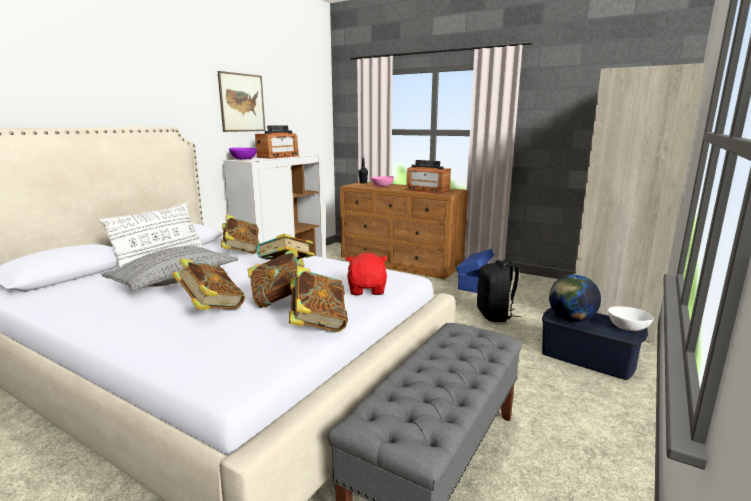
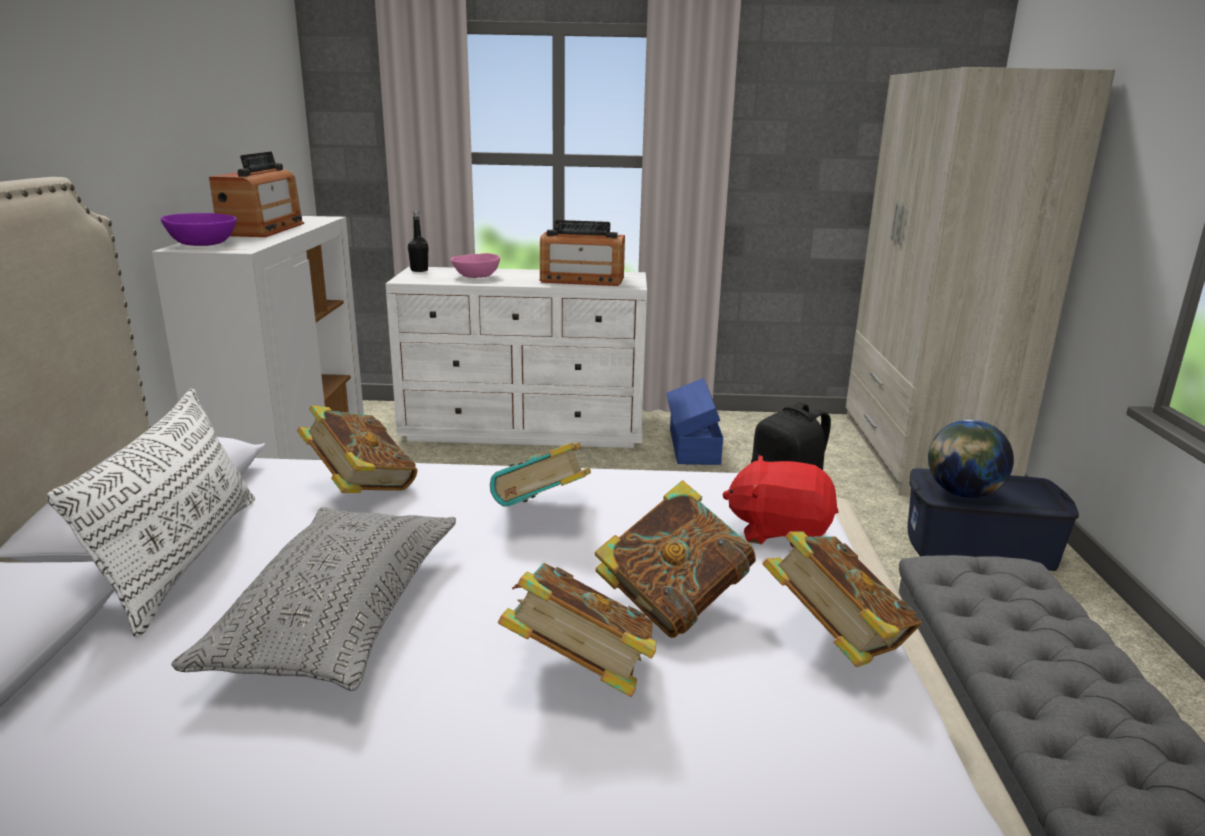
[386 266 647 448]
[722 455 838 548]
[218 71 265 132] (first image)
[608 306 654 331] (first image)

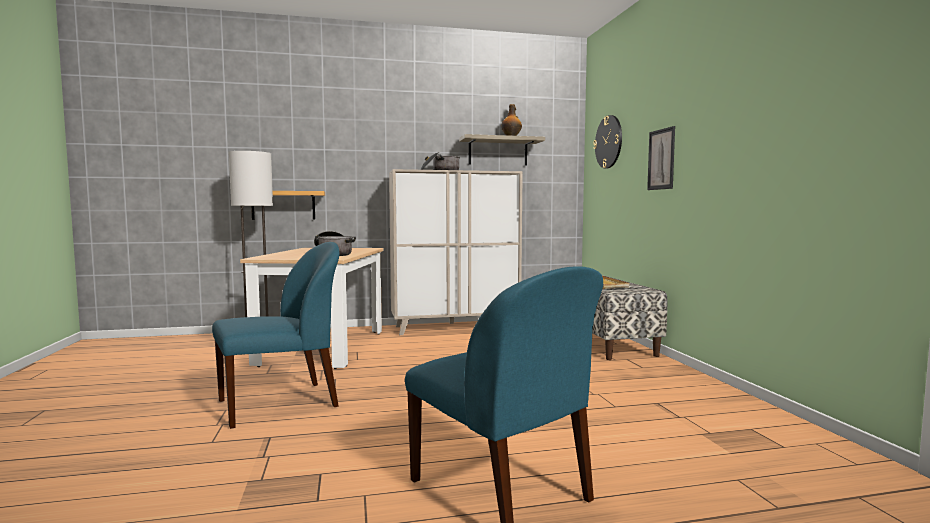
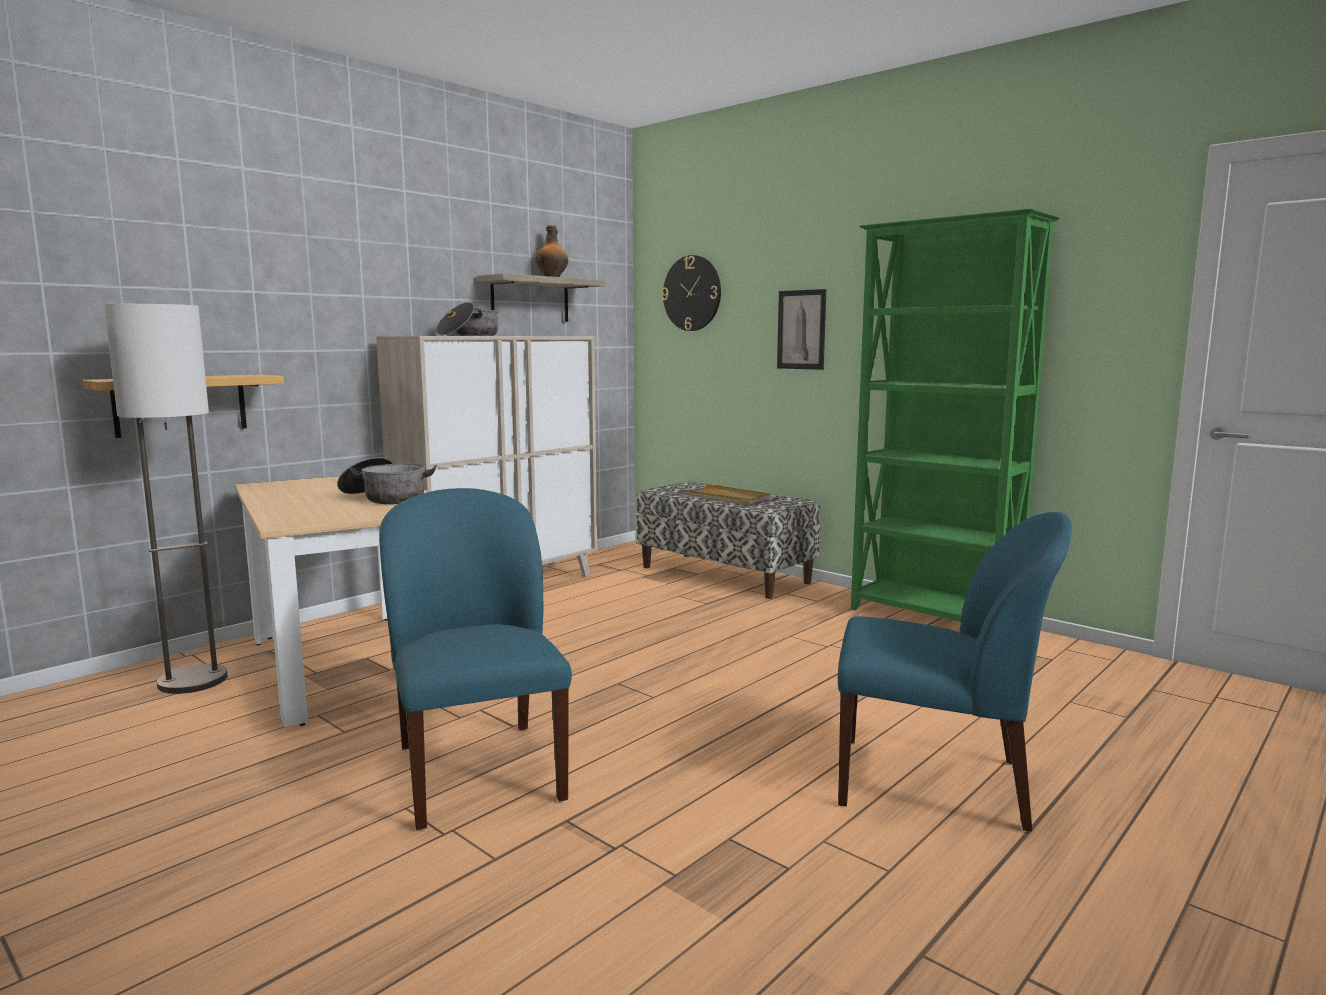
[379 488 572 830]
[851 208 1060 622]

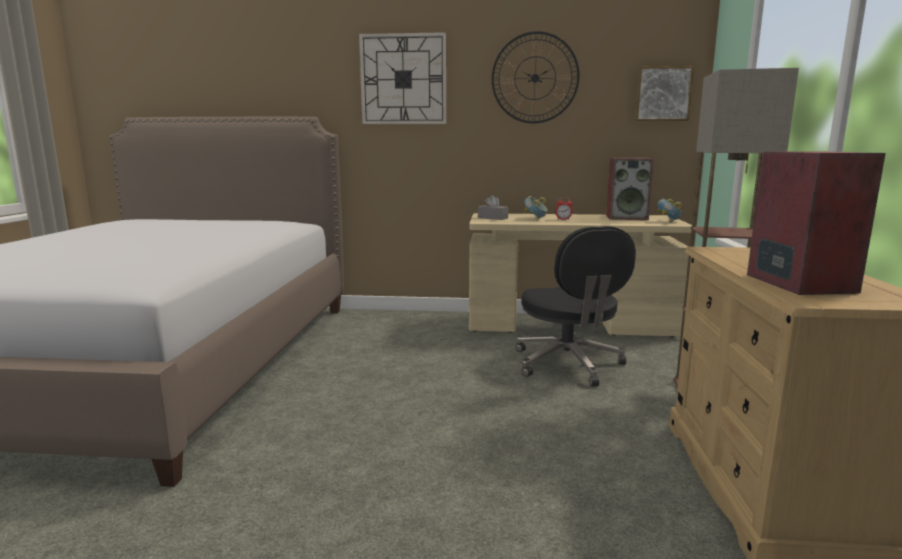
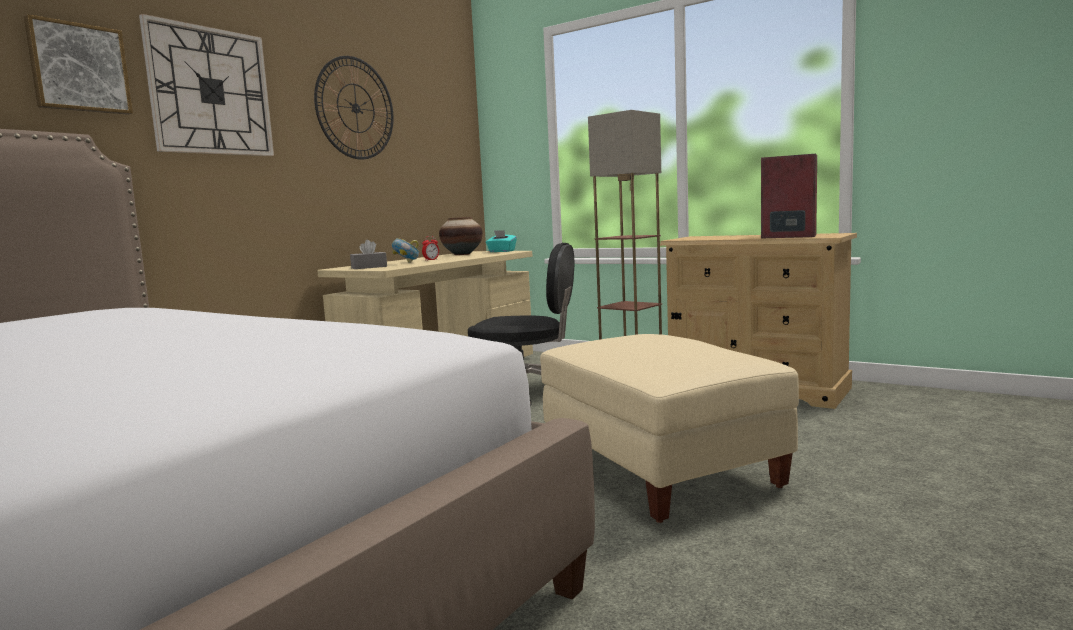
[24 14 133 115]
[439 217 483 255]
[486 230 517 252]
[540 334 799 523]

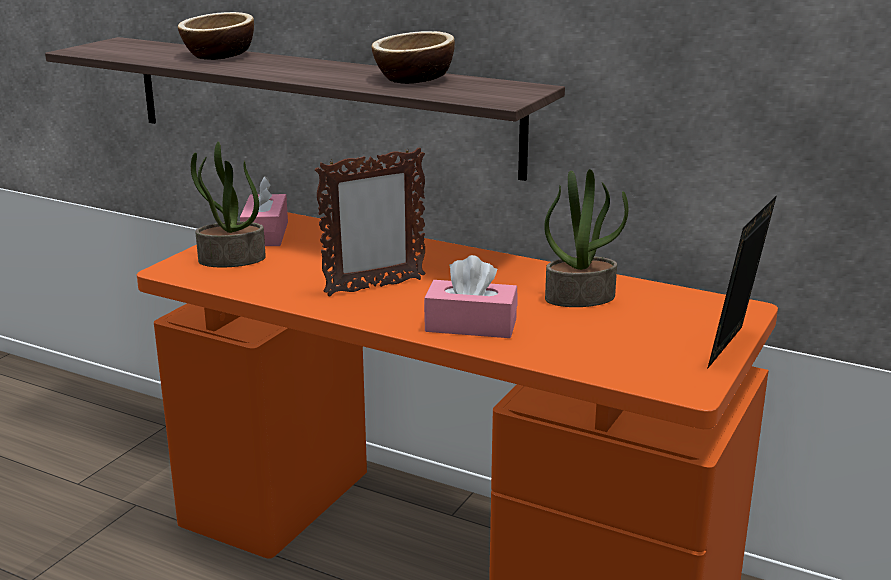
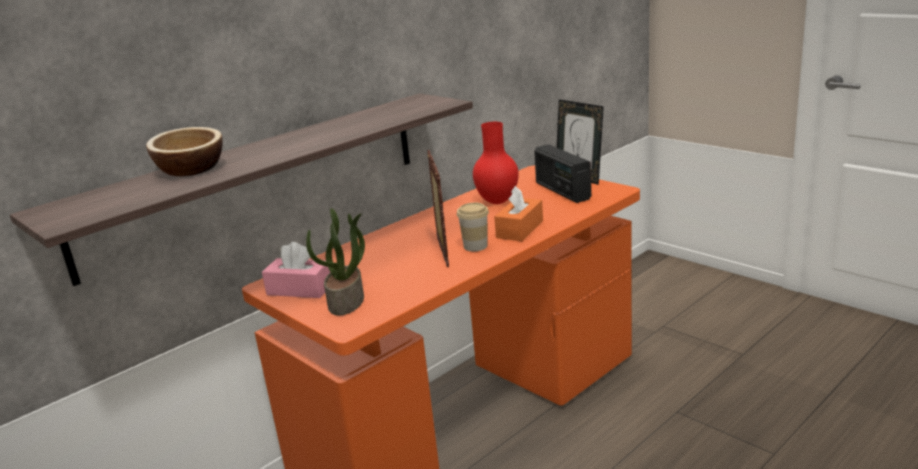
[457 203 489 251]
[473 122 519 204]
[494 186 543 241]
[534 144 591 203]
[371 31 455 84] (first image)

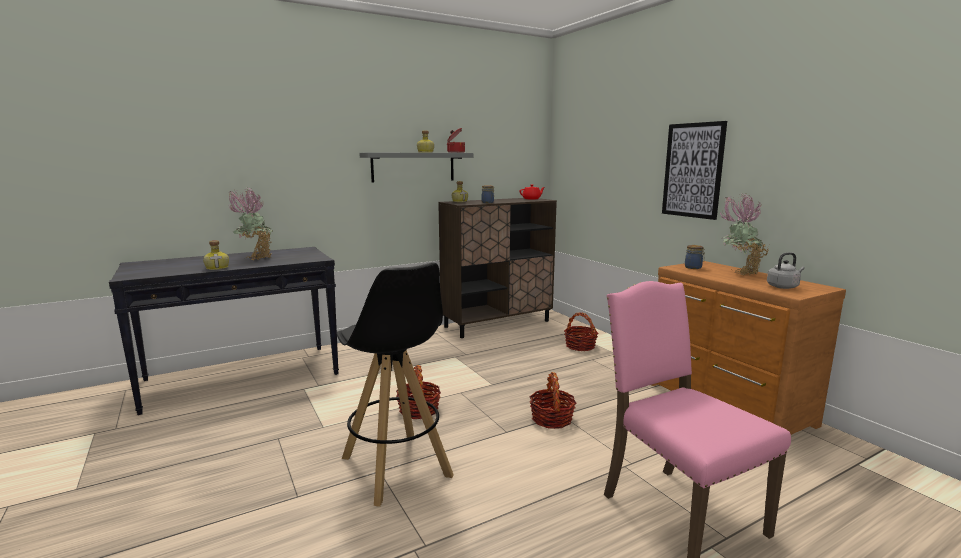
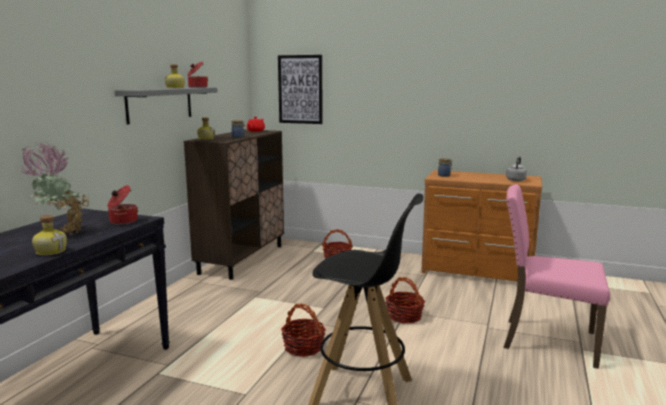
[107 185 138 225]
[278 55 323 124]
[720 194 768 276] (first image)

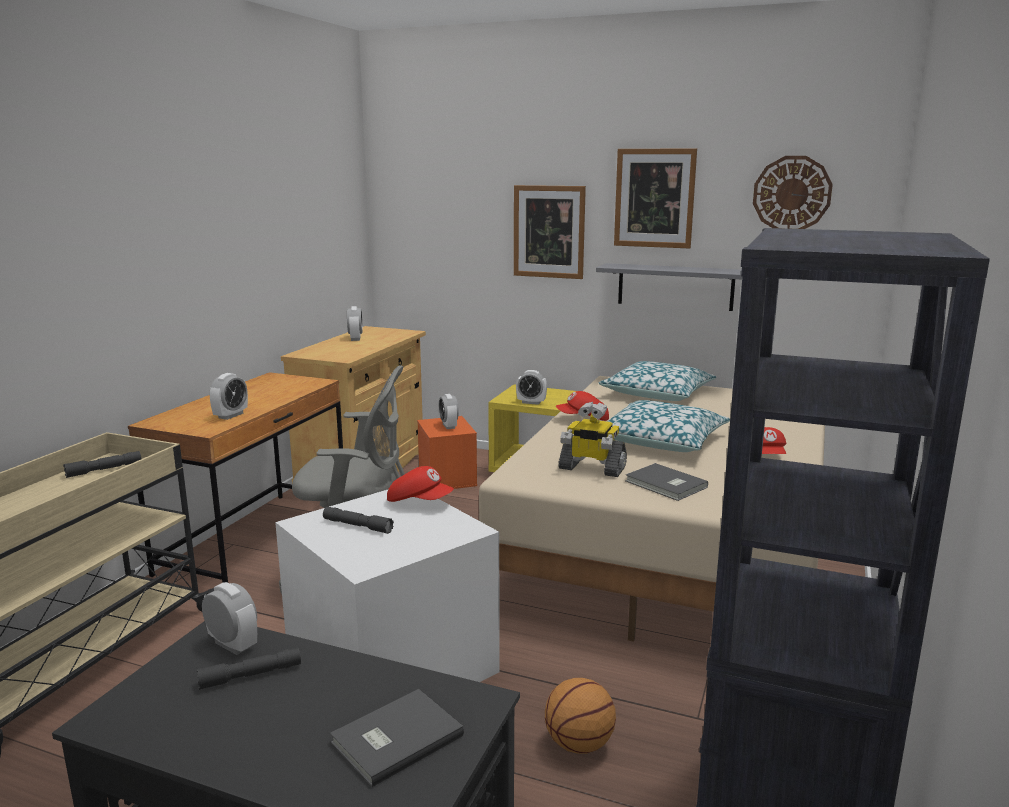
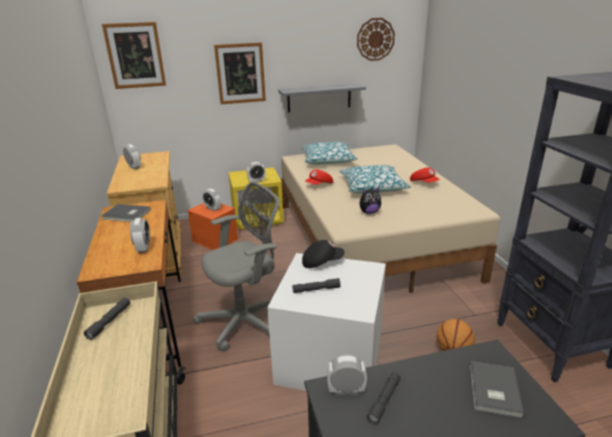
[101 204 151 222]
[102 22 166 89]
[302 240 345 268]
[360 187 381 214]

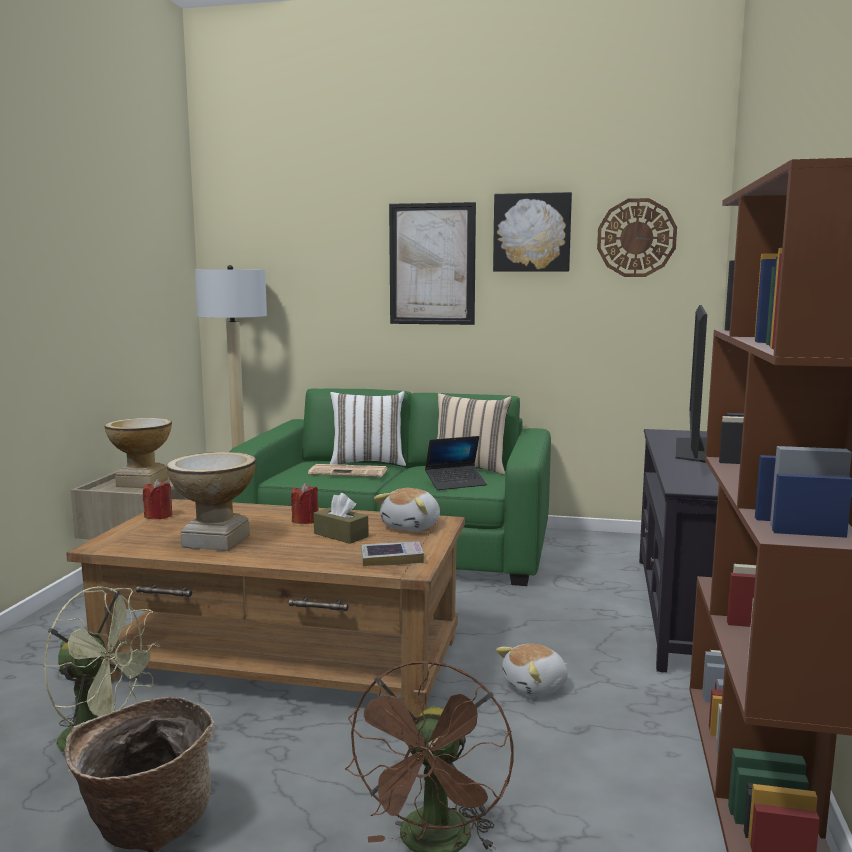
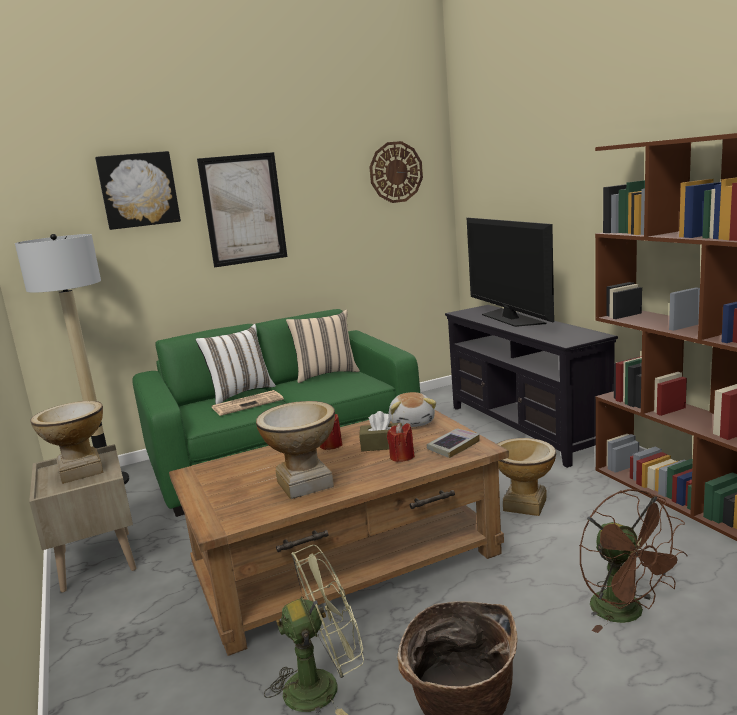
[95 151 181 230]
[387 423 415 462]
[497 438 556 516]
[425 436 487 490] (first image)

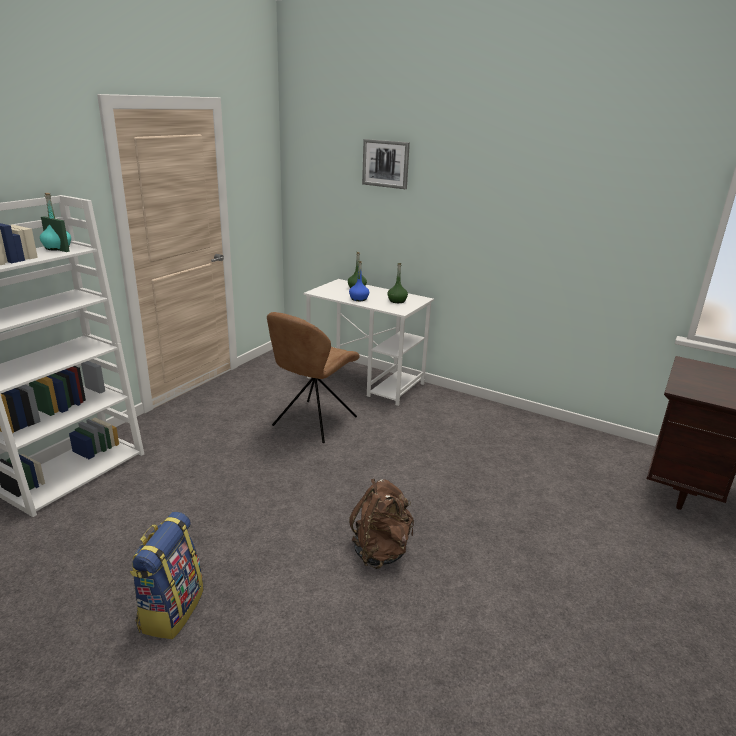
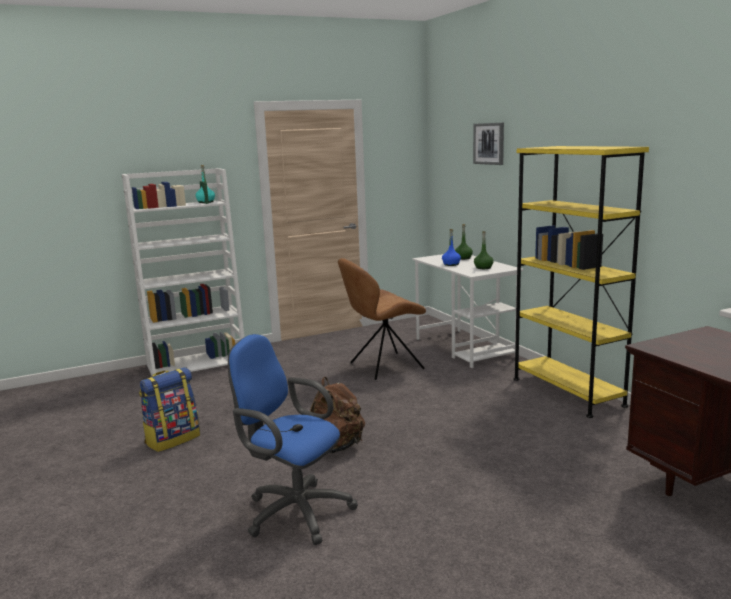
[228 334 358 545]
[513 146 649 418]

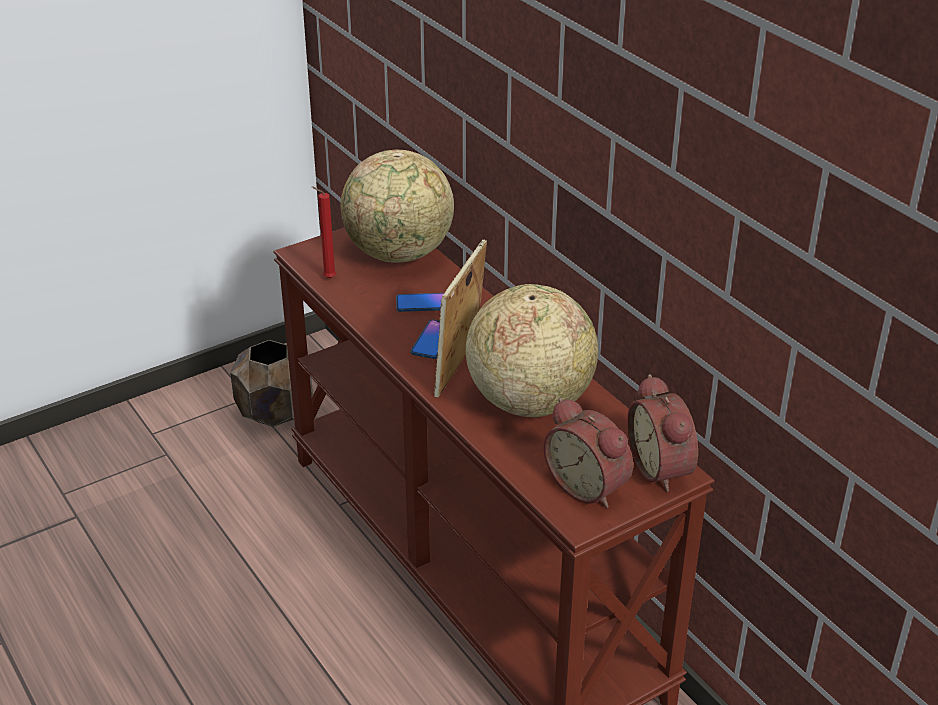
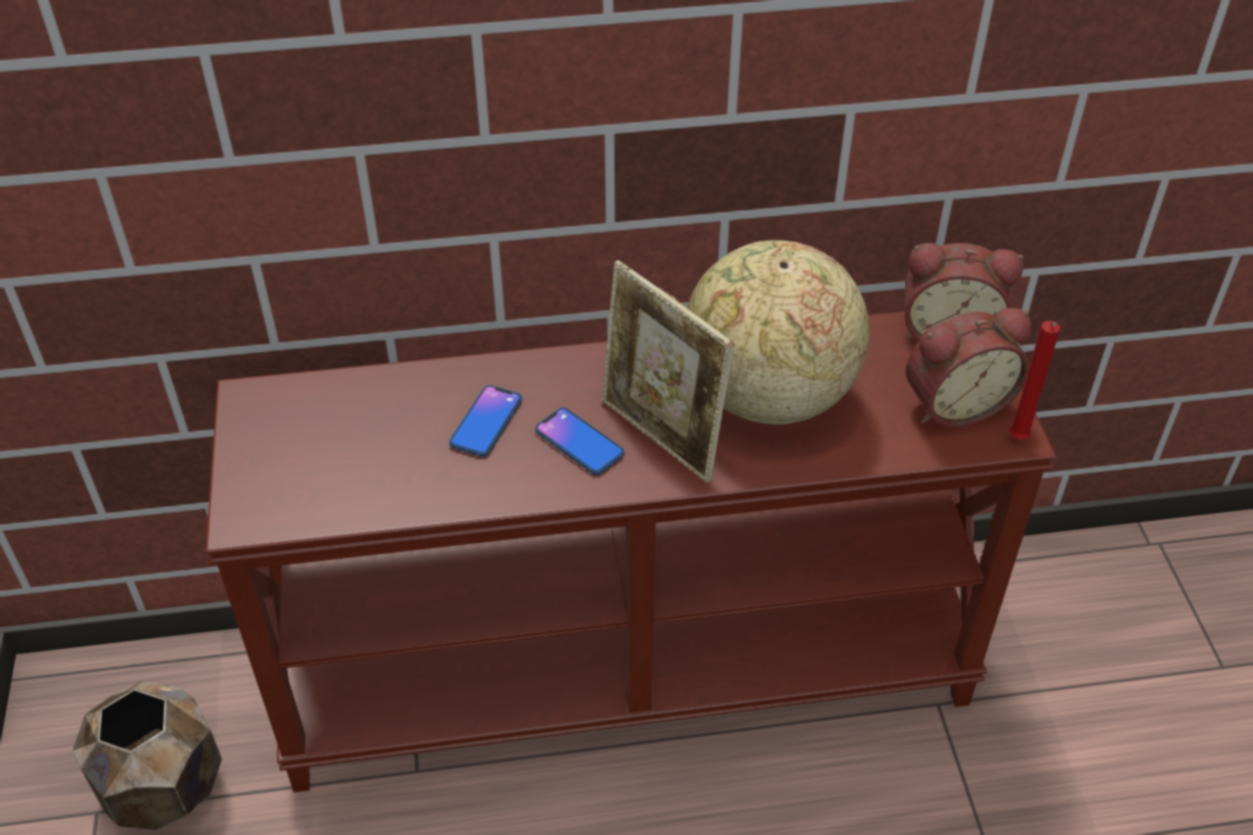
[1010 321 1060 440]
[341 150 454 263] (first image)

